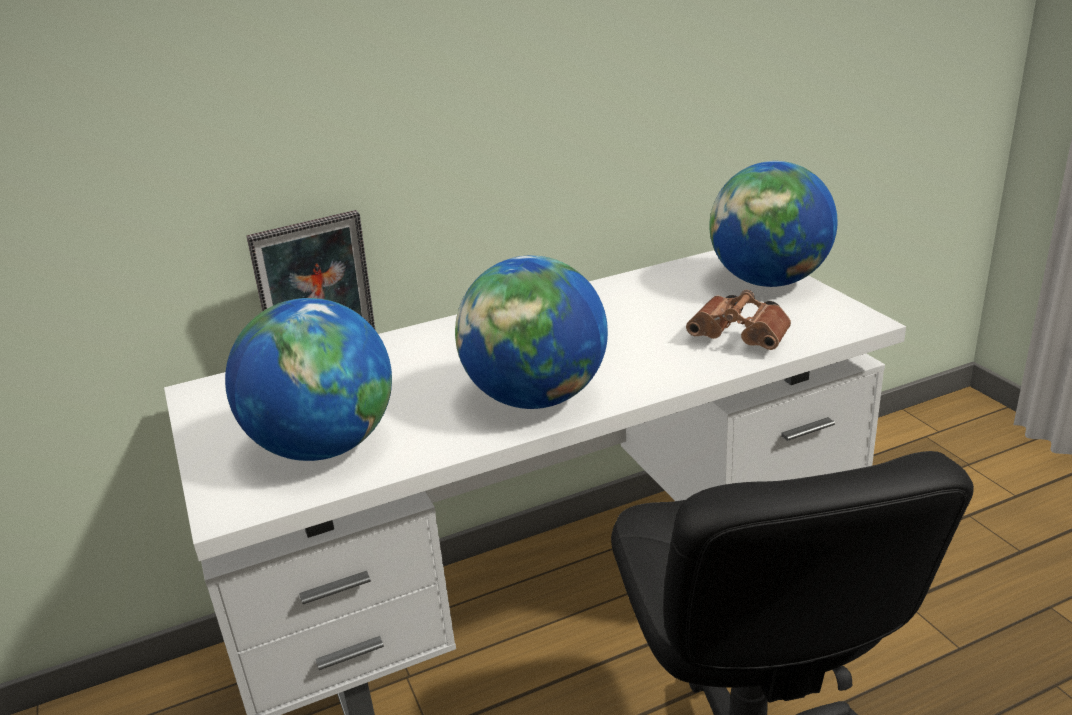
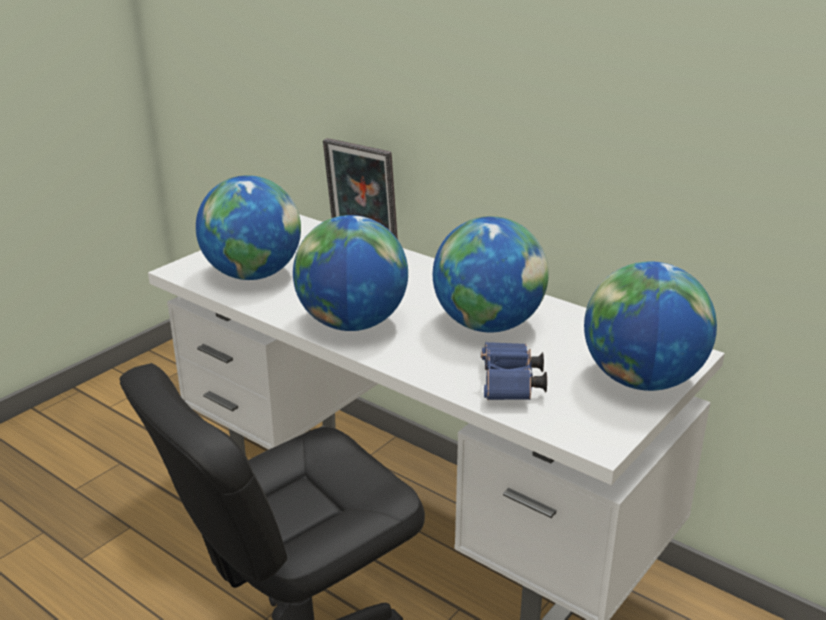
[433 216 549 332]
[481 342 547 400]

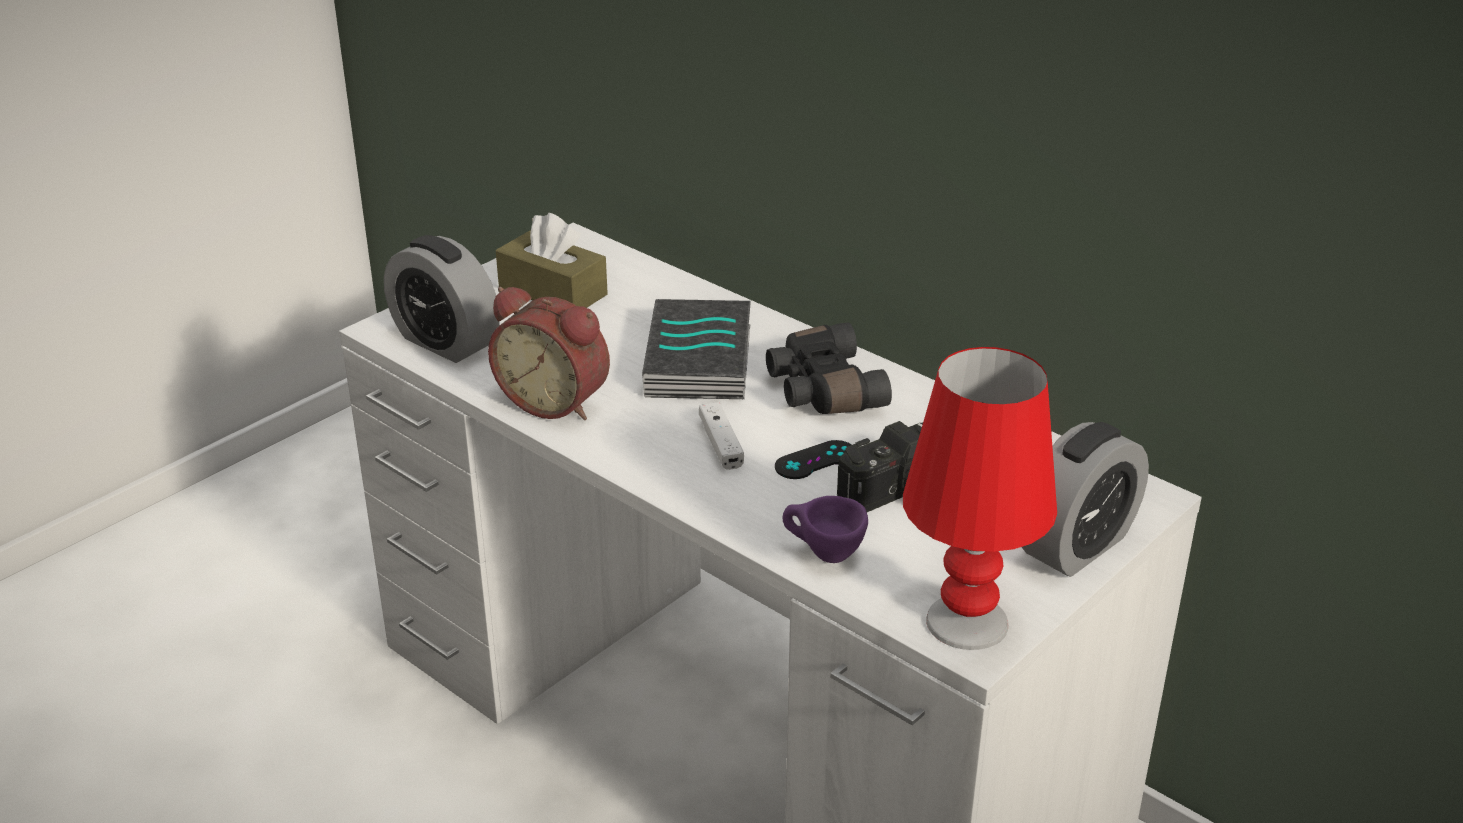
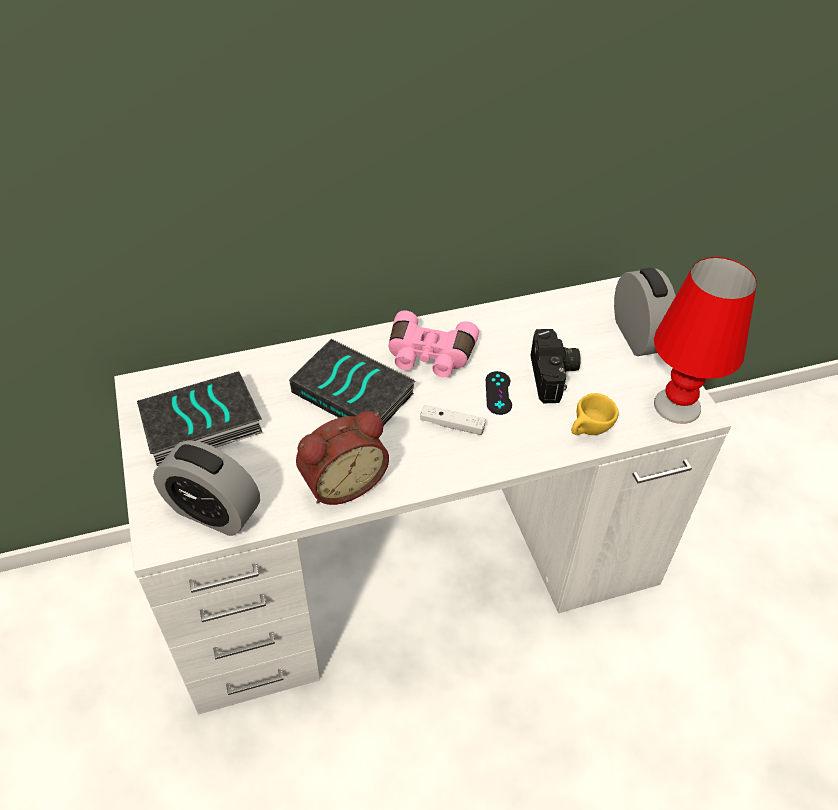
[137 371 263 466]
[153 440 260 536]
[389 310 479 377]
[571 393 618 435]

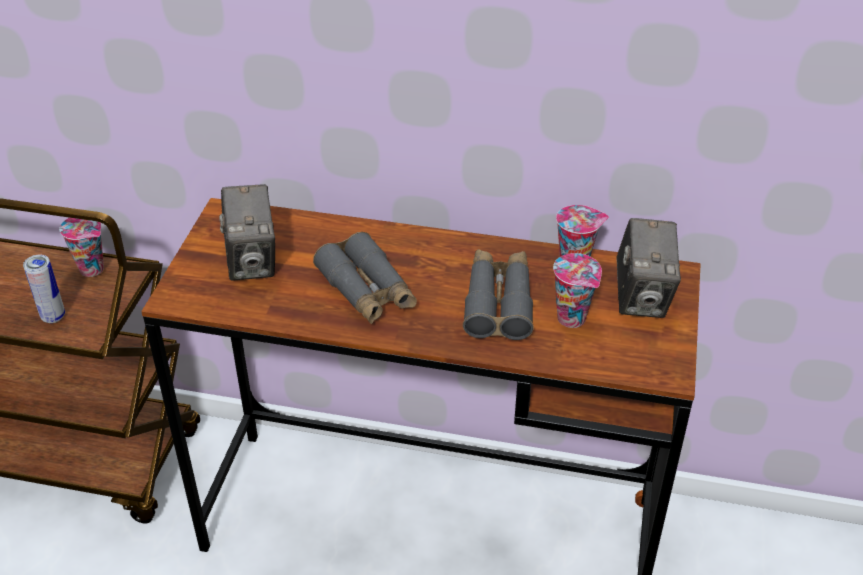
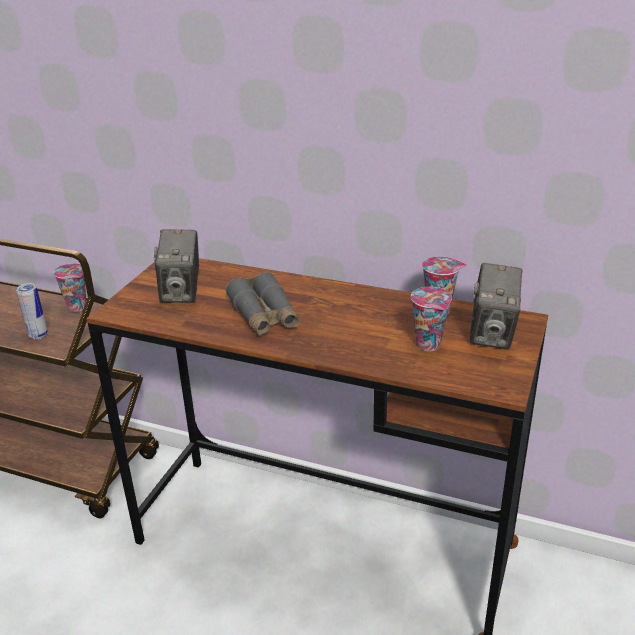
[463 249 534 340] (first image)

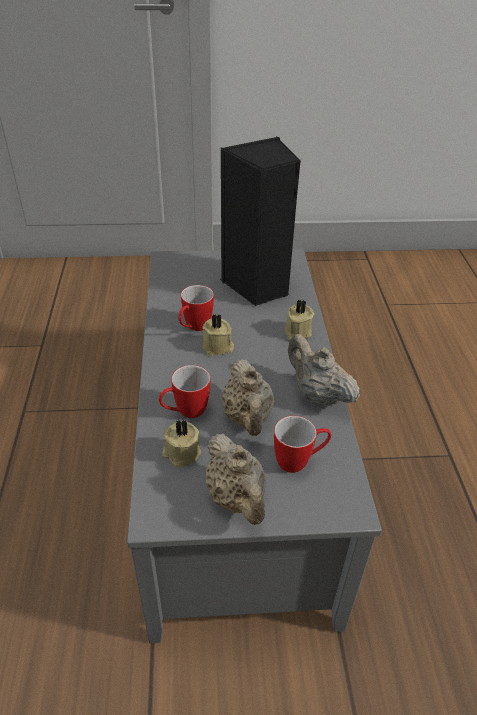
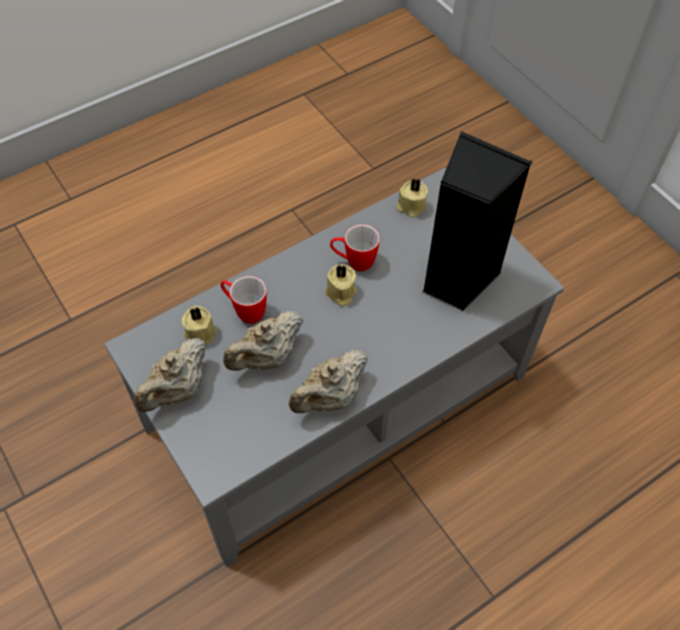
[289 350 368 413]
[396 178 428 217]
[274 416 331 473] (first image)

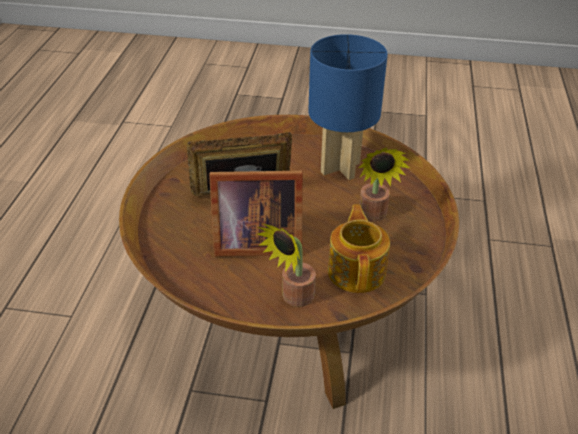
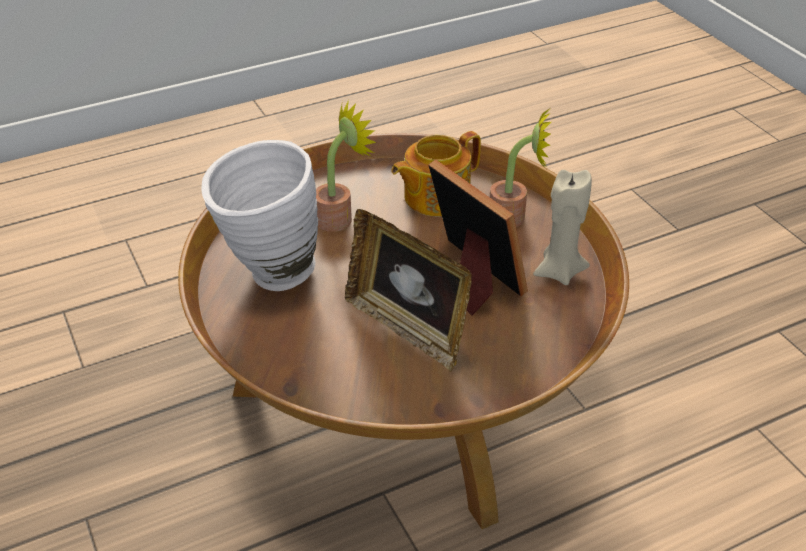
[201 140 318 291]
[533 170 592 285]

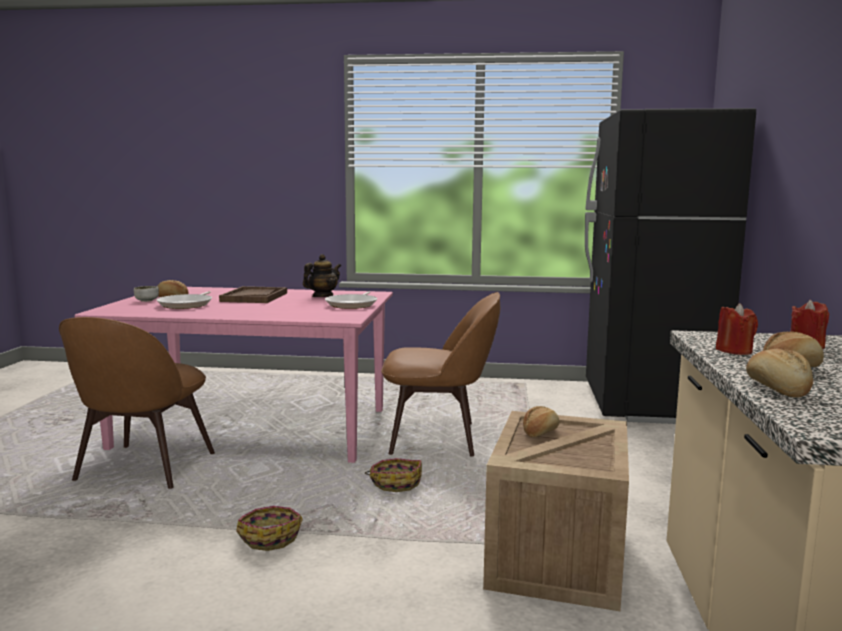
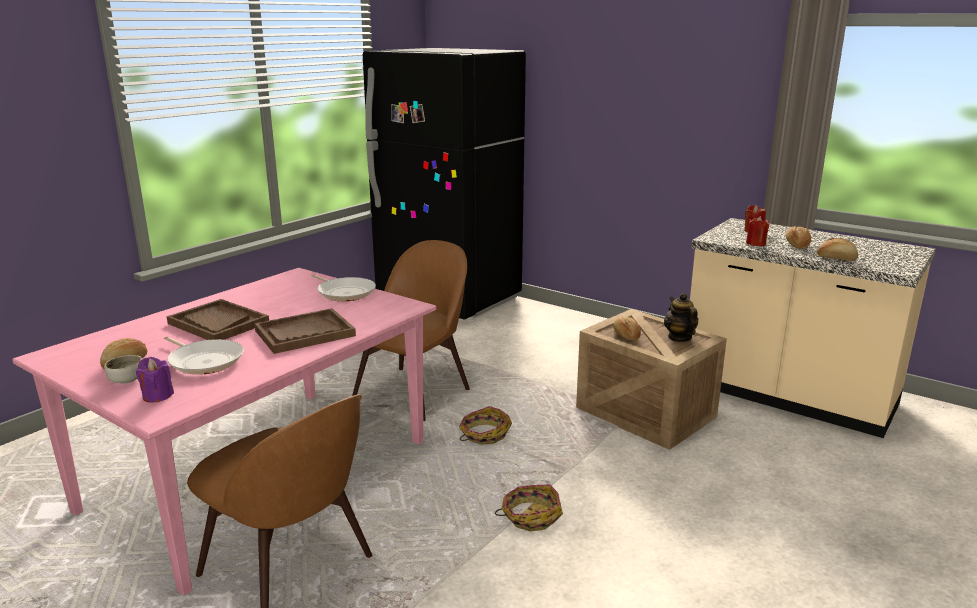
[136 357 174 402]
[254 308 356 354]
[664 293 698 342]

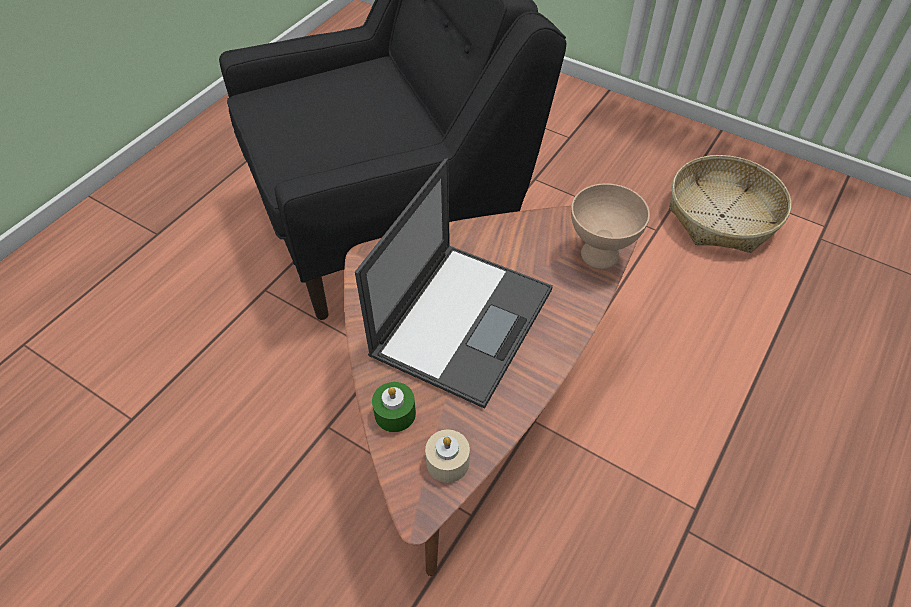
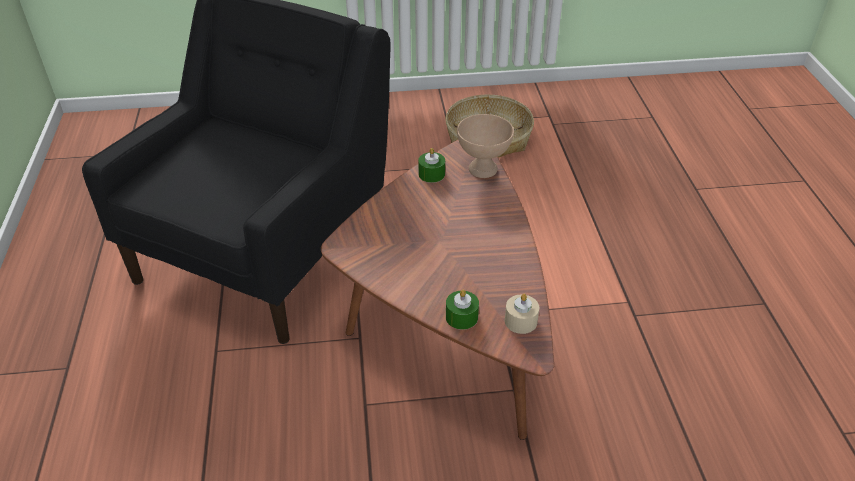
[418 148 445 183]
[355 158 553 409] (first image)

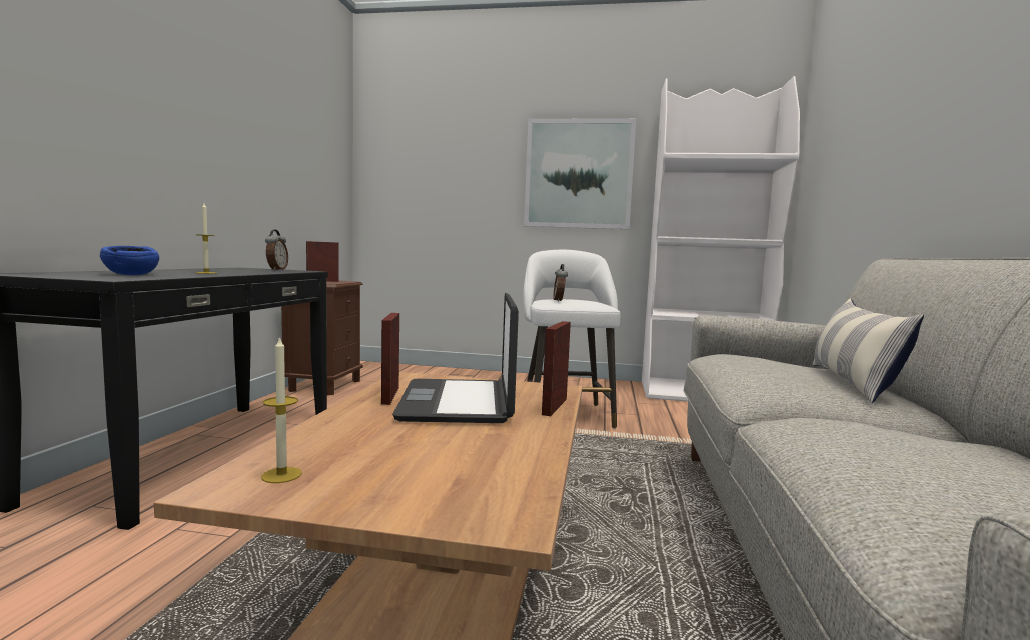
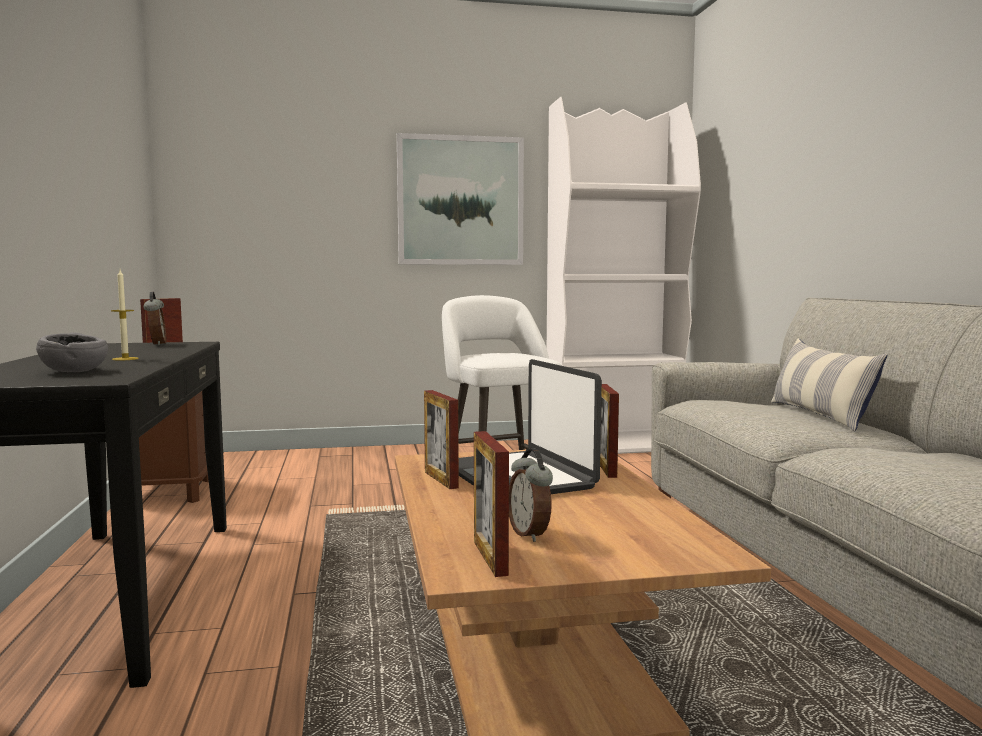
[36 332 108 372]
[474 431 509 577]
[509 448 553 542]

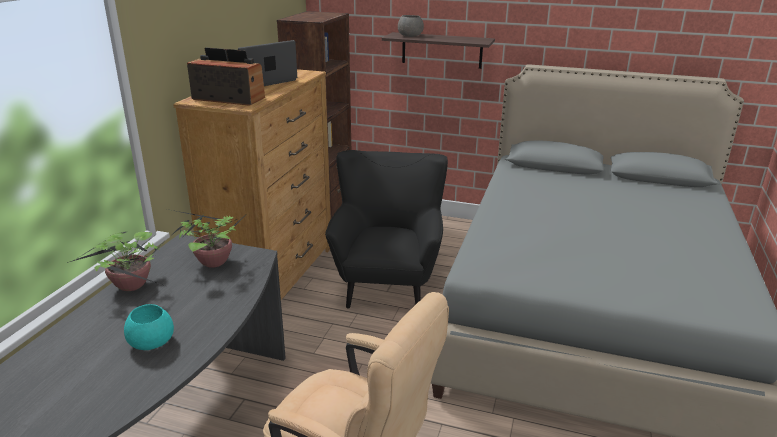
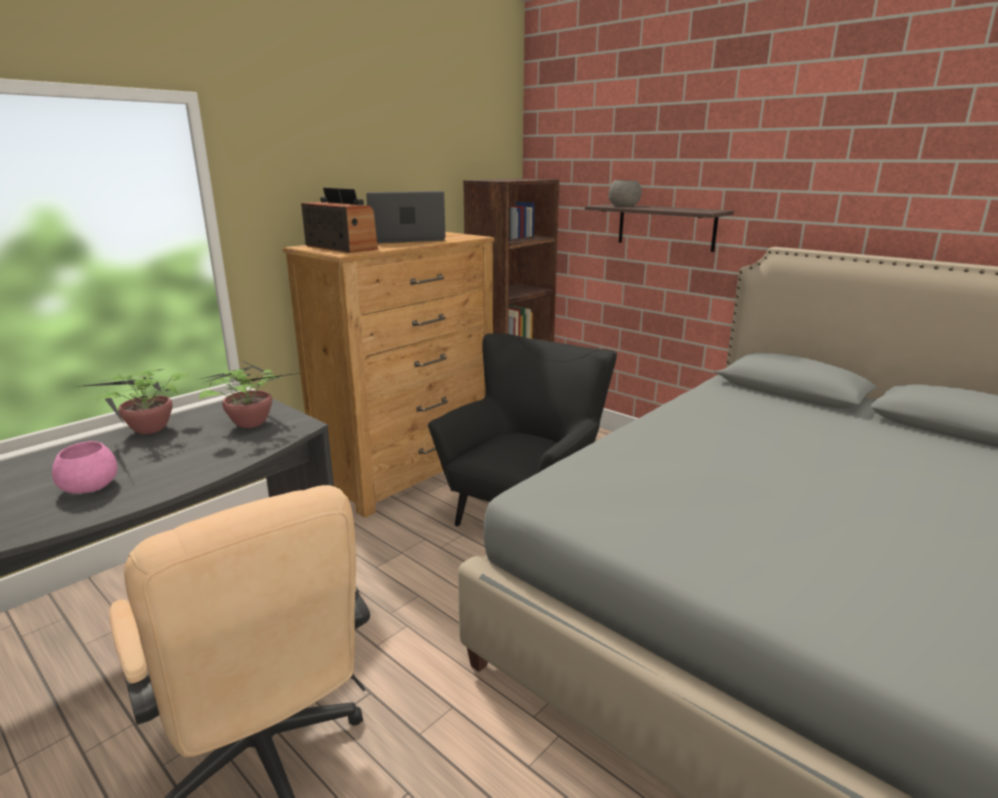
[52 441 118 493]

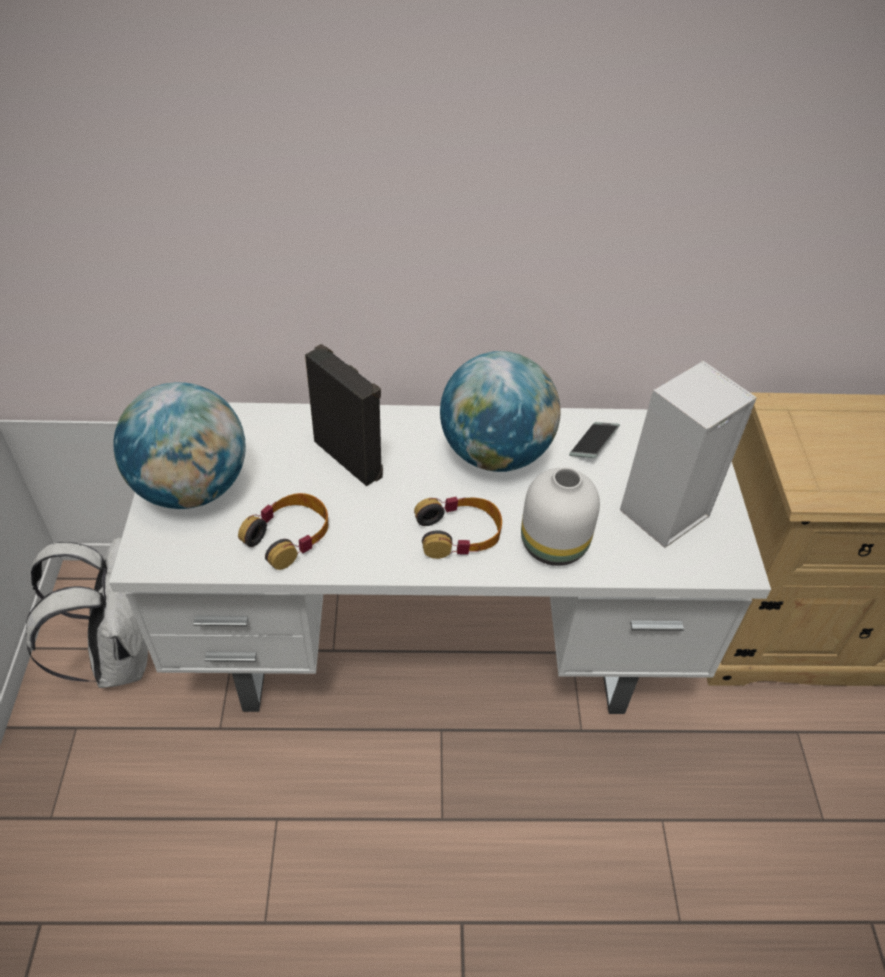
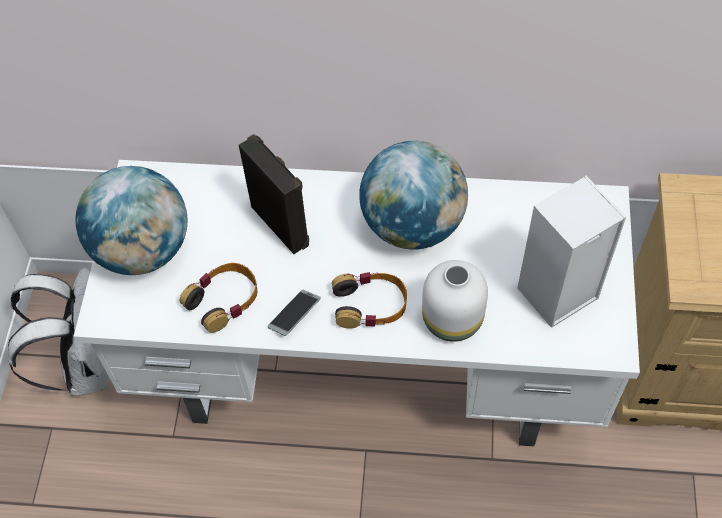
[267 290 321 336]

